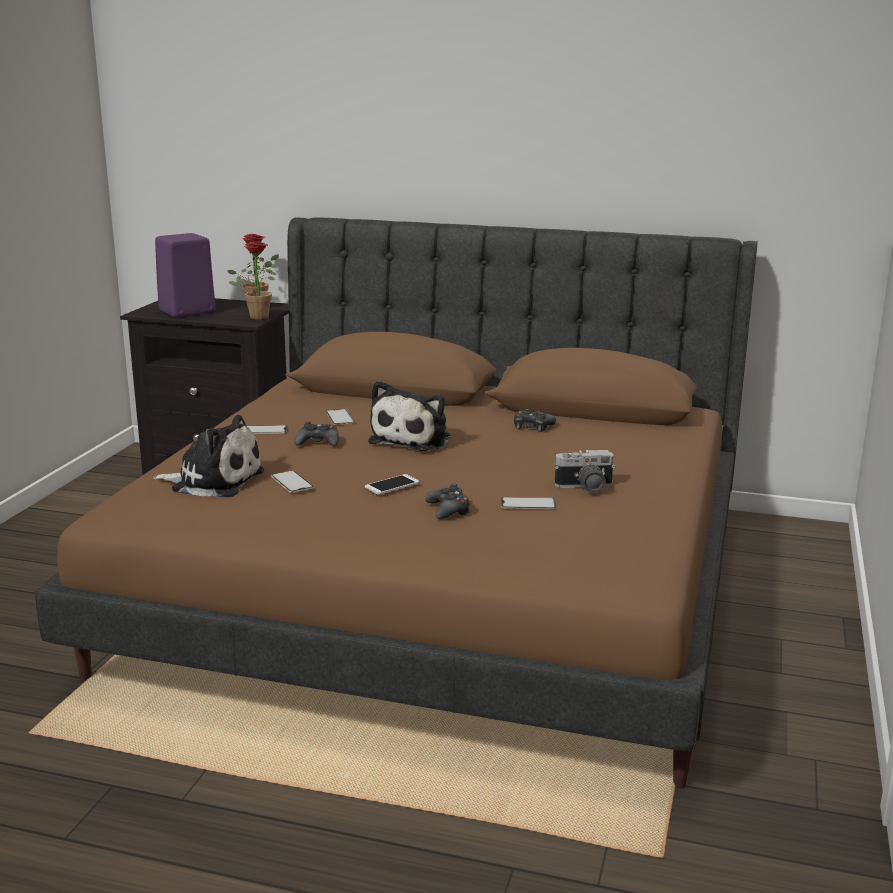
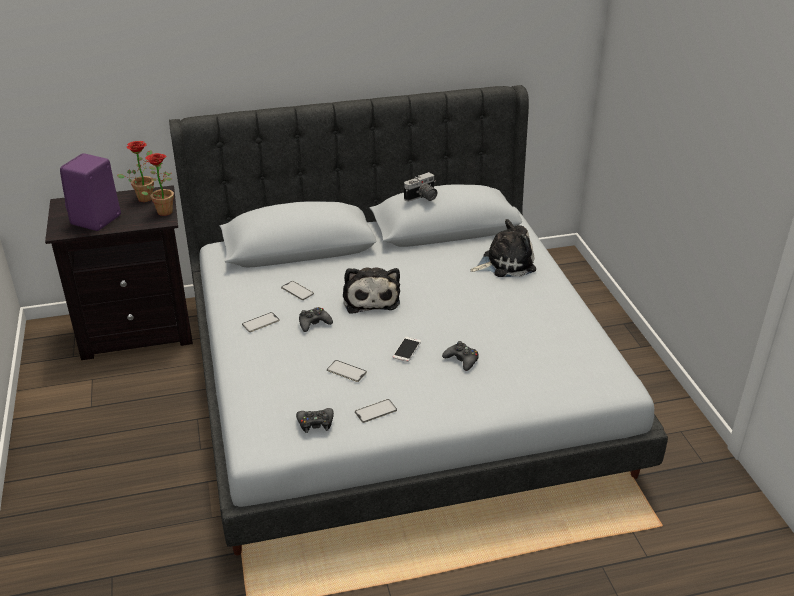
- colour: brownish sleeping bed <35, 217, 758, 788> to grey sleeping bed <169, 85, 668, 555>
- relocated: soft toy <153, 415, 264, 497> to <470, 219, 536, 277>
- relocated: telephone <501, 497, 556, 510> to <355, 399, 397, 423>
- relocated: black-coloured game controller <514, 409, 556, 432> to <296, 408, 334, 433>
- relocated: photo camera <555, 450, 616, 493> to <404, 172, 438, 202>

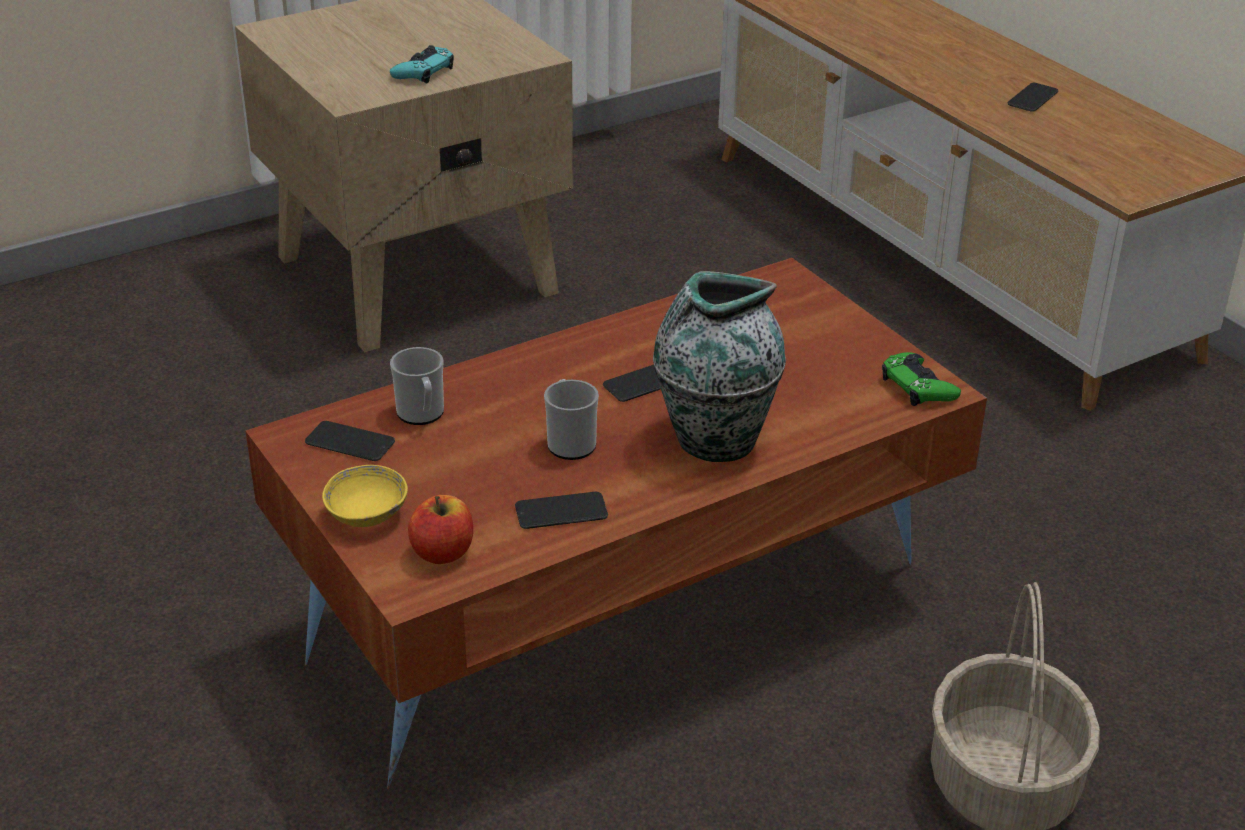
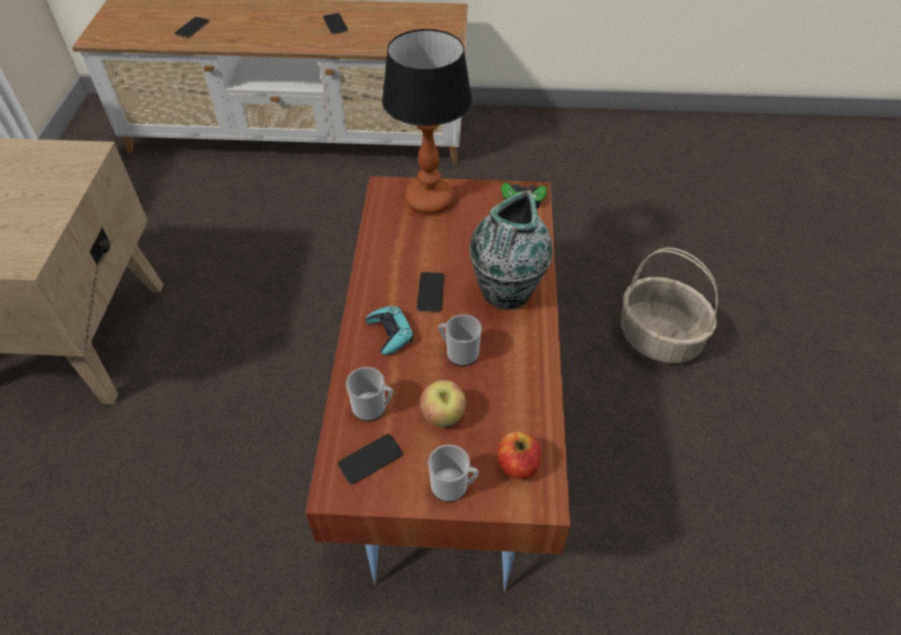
- exchanged: yellow bowl <322, 465, 408, 527> to coffee mug <428, 444, 479, 502>
- relocated: blue-green game controller <390, 45, 454, 83> to <366, 306, 413, 355>
- relocated: telephone <515, 492, 608, 529> to <175, 17, 209, 38>
- appeared: tabletop lamp <382, 29, 472, 214>
- appeared: apple <420, 380, 466, 427>

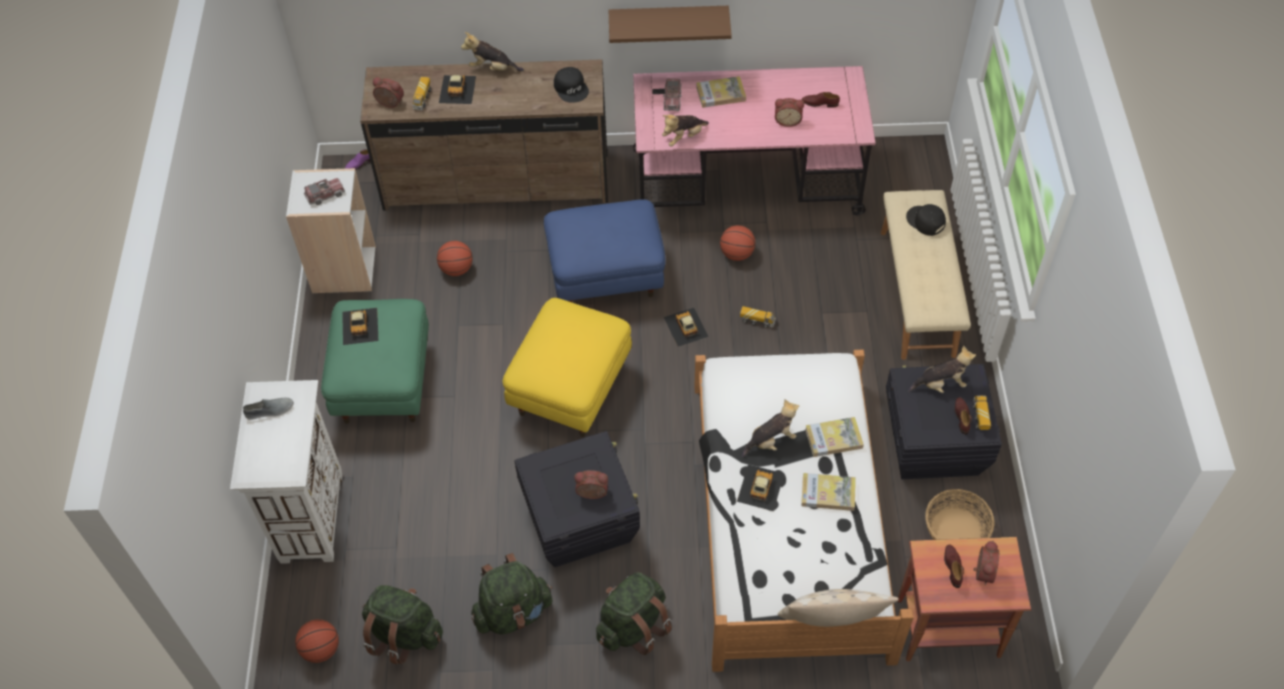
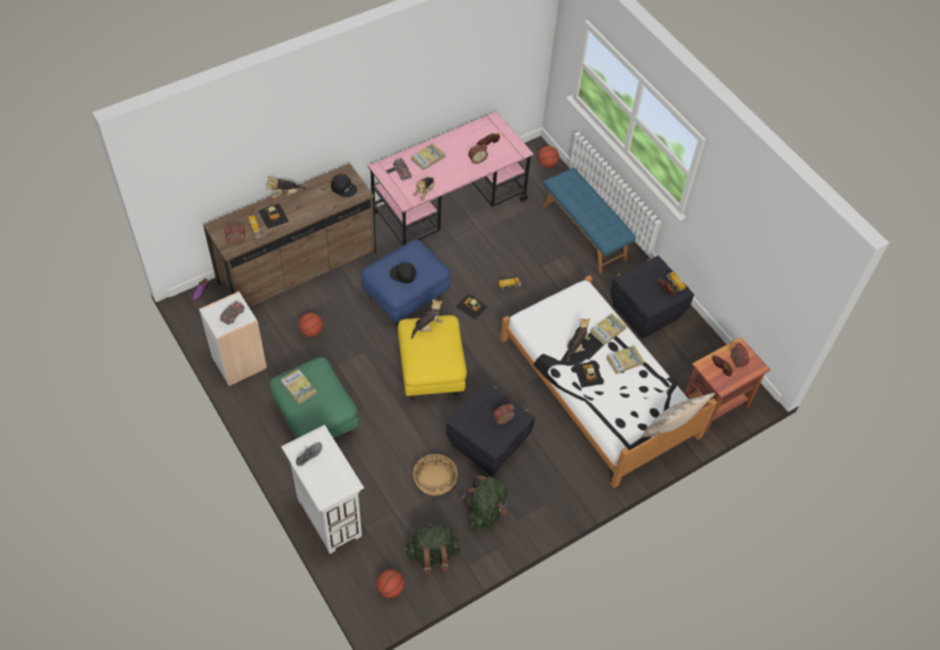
- exchanged: toy car <342, 308, 378, 345> to book <280, 368, 317, 404>
- missing: greenish knapsack <596, 572, 672, 655>
- missing: brownish bracket shelf <609, 6, 732, 43>
- relocated: basketball ball <720, 225, 756, 261> to <538, 146, 559, 168>
- colour: beige long seat <881, 190, 971, 360> to bluish long seat <543, 168, 636, 274>
- relocated: black-coloured peaked cap <906, 204, 946, 236> to <389, 263, 416, 283>
- relocated: soft toy <908, 345, 976, 393> to <411, 299, 443, 339>
- relocated: household basket <925, 489, 994, 540> to <413, 454, 458, 496>

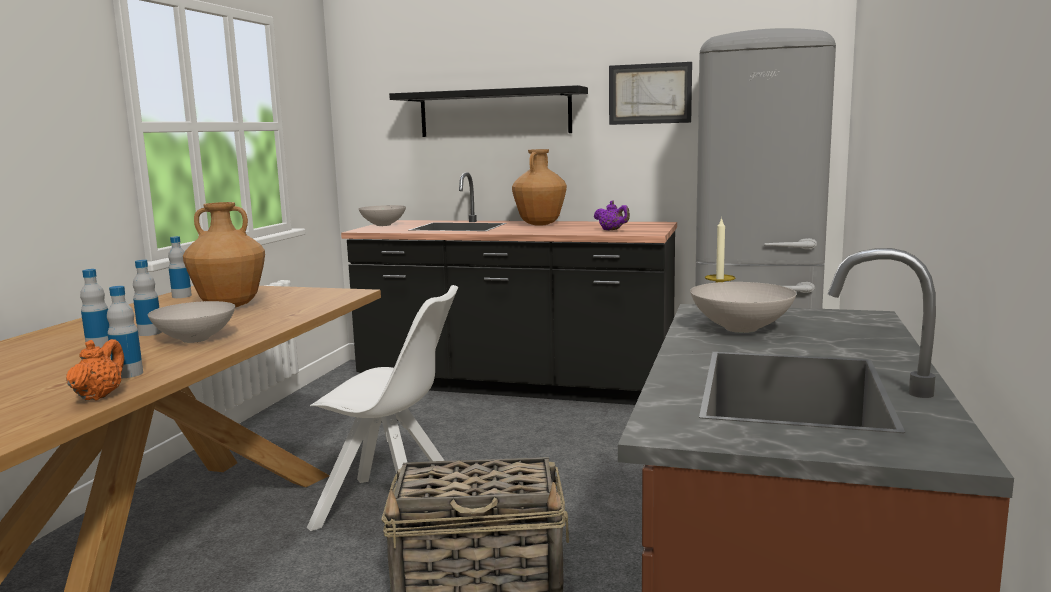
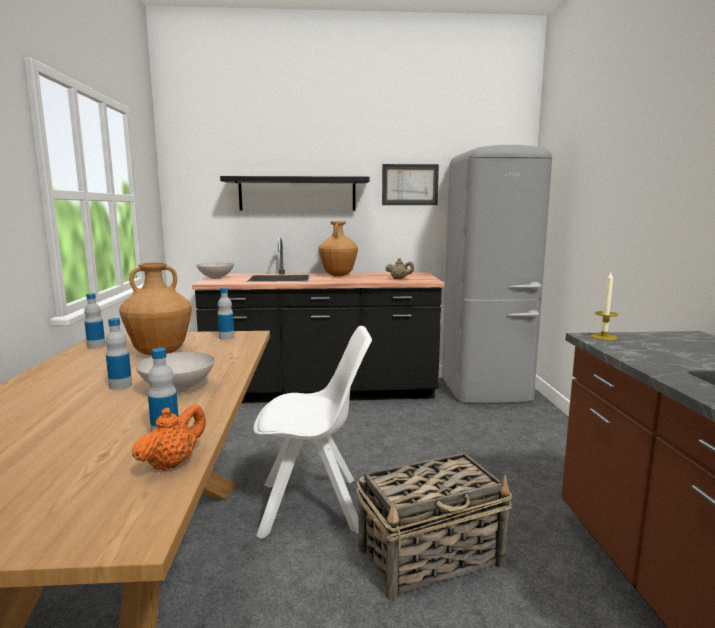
- spun: orangey tea pot <66, 339, 124, 401> = <132, 404, 206, 471> 45 degrees clockwise
- relocated: beverage bottle <80, 269, 109, 348> to <217, 288, 234, 340>
- colour: purple-coloured tea pot <594, 200, 630, 230> to beige tea pot <385, 258, 414, 279>
- missing: whitish bowl <690, 282, 796, 333>

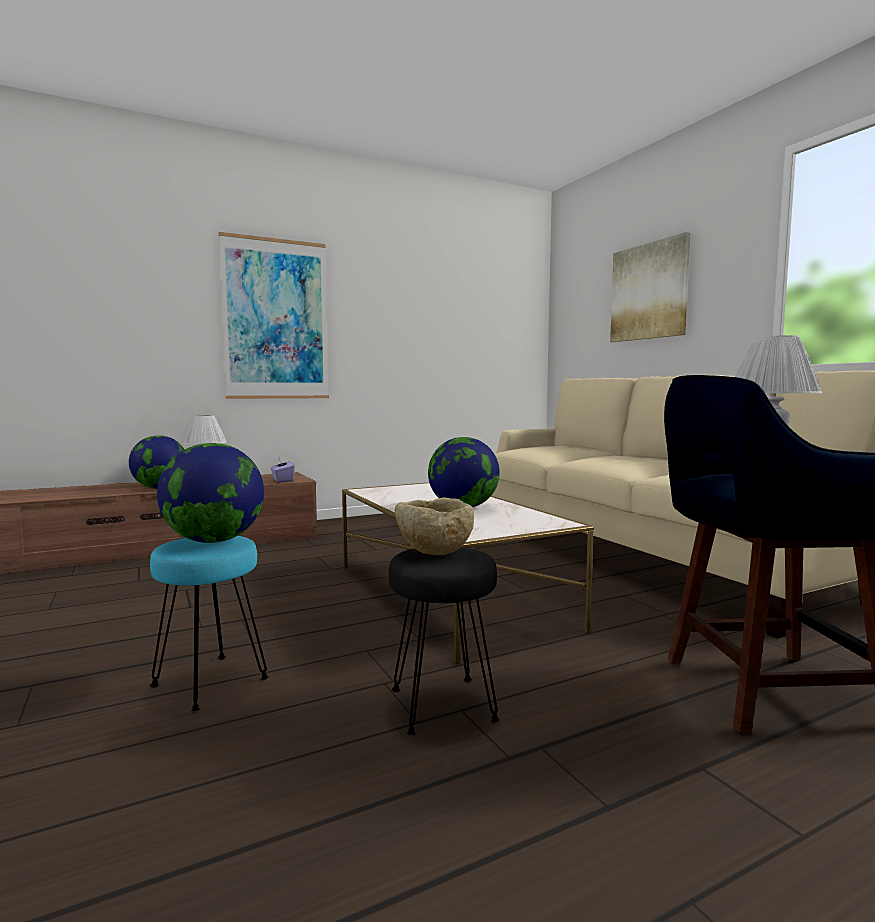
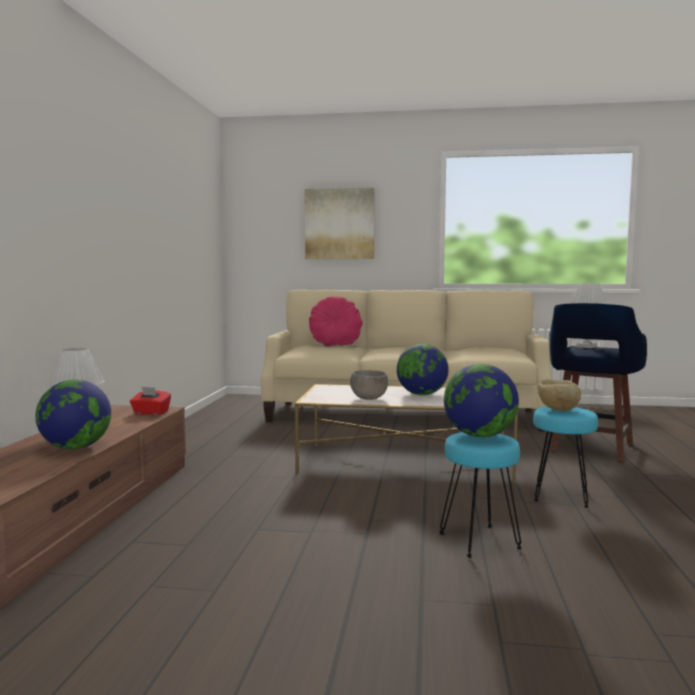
- missing: picture <218, 232, 329, 399>
- colour: purple-coloured tissue holder <271, 458, 295, 482> to red tissue holder <130, 386, 171, 415>
- colour: black-coloured stool seat <388, 547, 499, 735> to blue-green stool seat <533, 406, 598, 508>
- appeared: pink-coloured throw pillow <309, 296, 363, 346>
- appeared: grey bowl <350, 370, 388, 400>

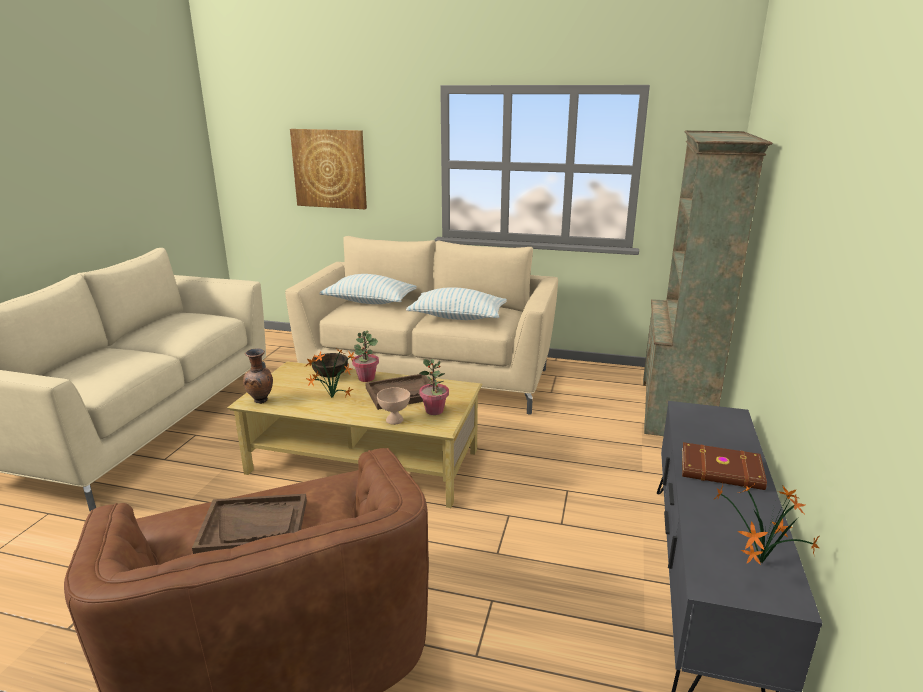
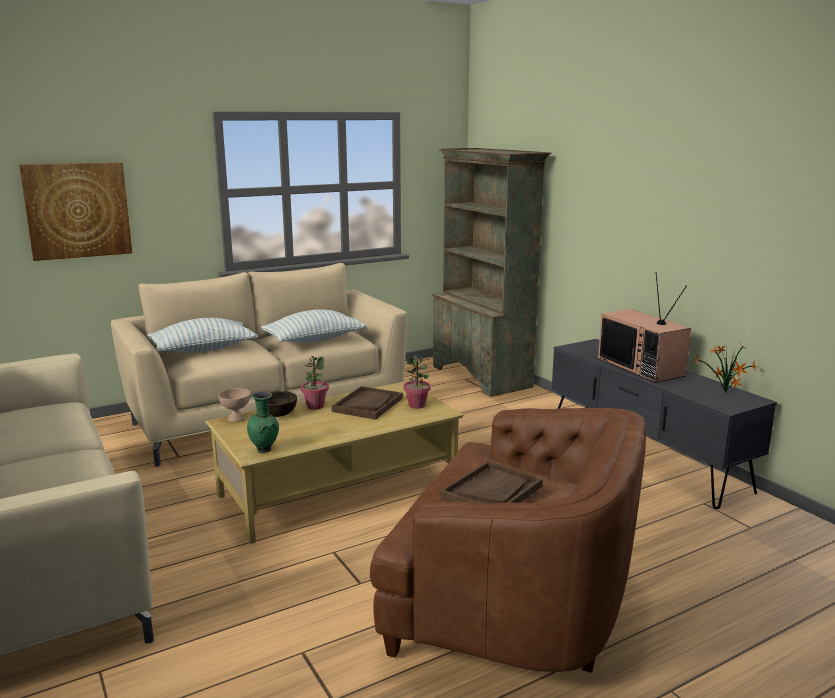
- colour: brownish decorative vase <243, 348, 273, 404> to greenish decorative vase <247, 391, 279, 453>
- missing: houseplant <306, 348, 356, 398>
- relocated: beige bowl <377, 387, 410, 425> to <218, 388, 251, 422>
- exchanged: brownish book <682, 442, 767, 490> to television <598, 272, 691, 383>

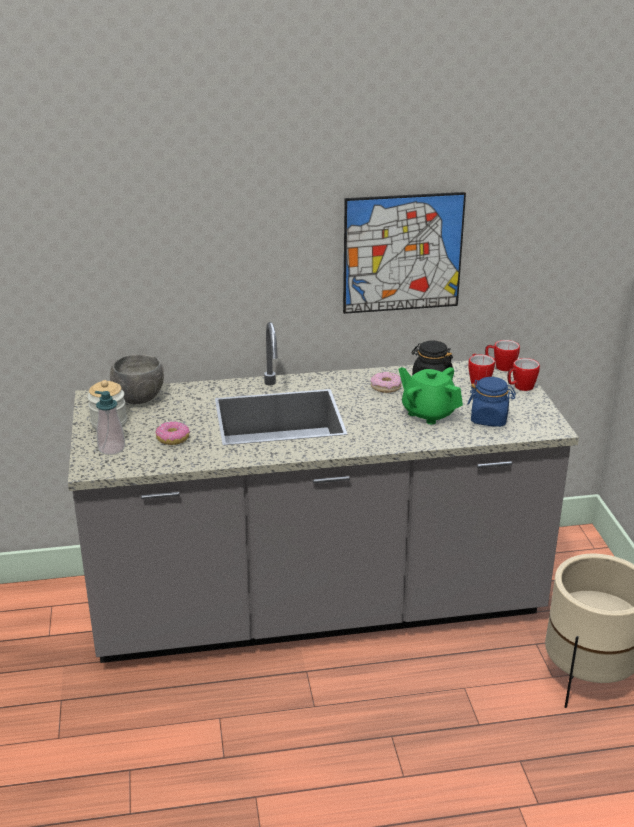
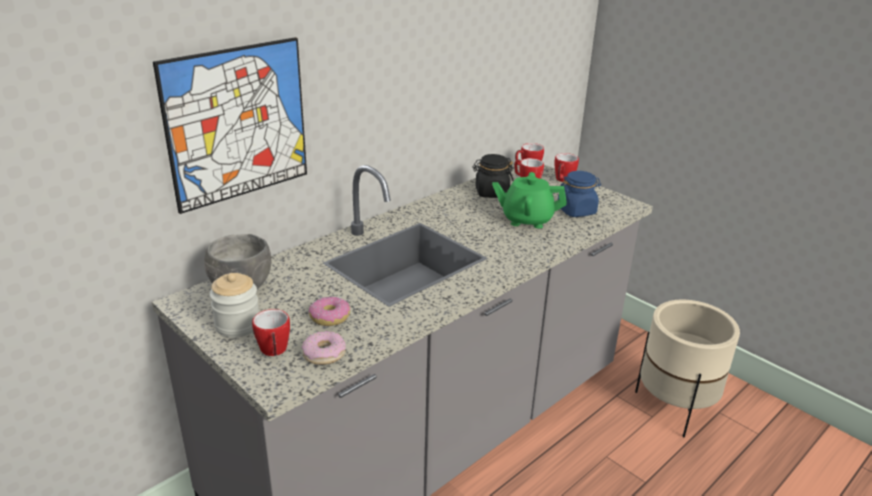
- exchanged: soap dispenser <95, 391, 125, 455> to coffee mug <252, 309, 290, 356>
- relocated: picture <343, 192, 466, 314> to <153, 37, 307, 214>
- relocated: ring doughnut <371, 372, 401, 393> to <301, 331, 346, 365>

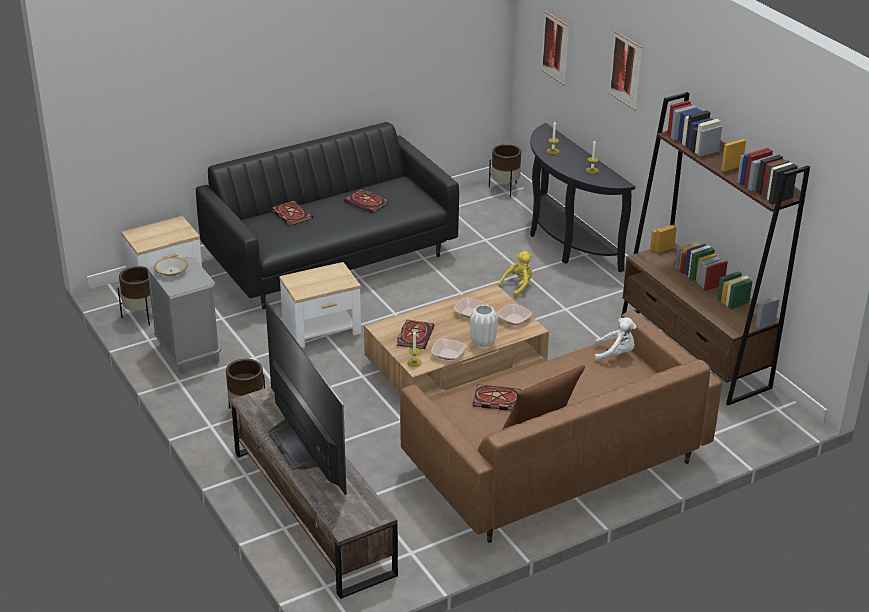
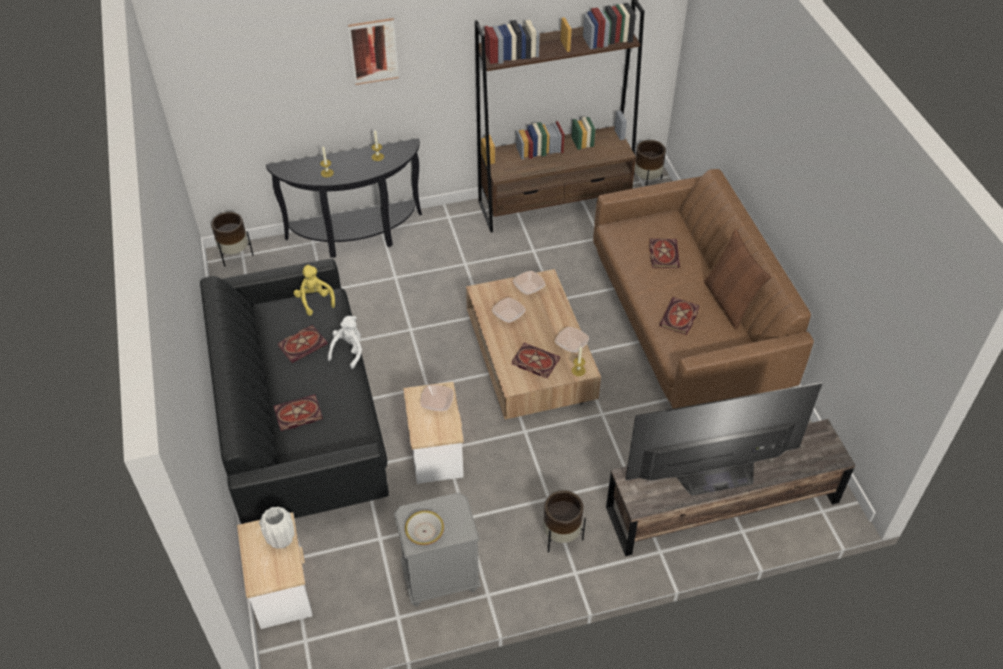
- relocated: brownish planter <118, 266, 152, 326> to <634, 140, 666, 186>
- relocated: whitish decorative vase <470, 305, 498, 347> to <259, 507, 295, 549>
- relocated: yellow soft toy <498, 251, 533, 297> to <293, 264, 335, 316>
- missing: picture <541, 11, 569, 86>
- relocated: whitish soft toy <594, 317, 637, 361> to <328, 316, 362, 369>
- appeared: bowl <420, 385, 454, 411>
- appeared: book <649, 239, 680, 268>

